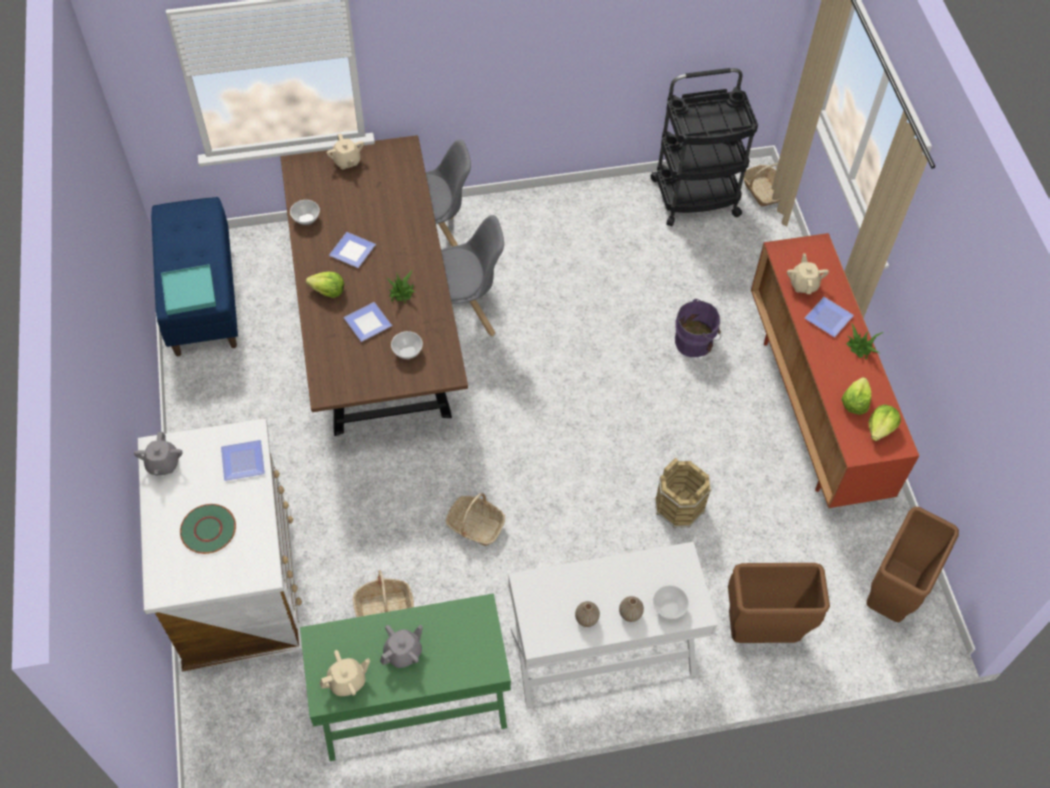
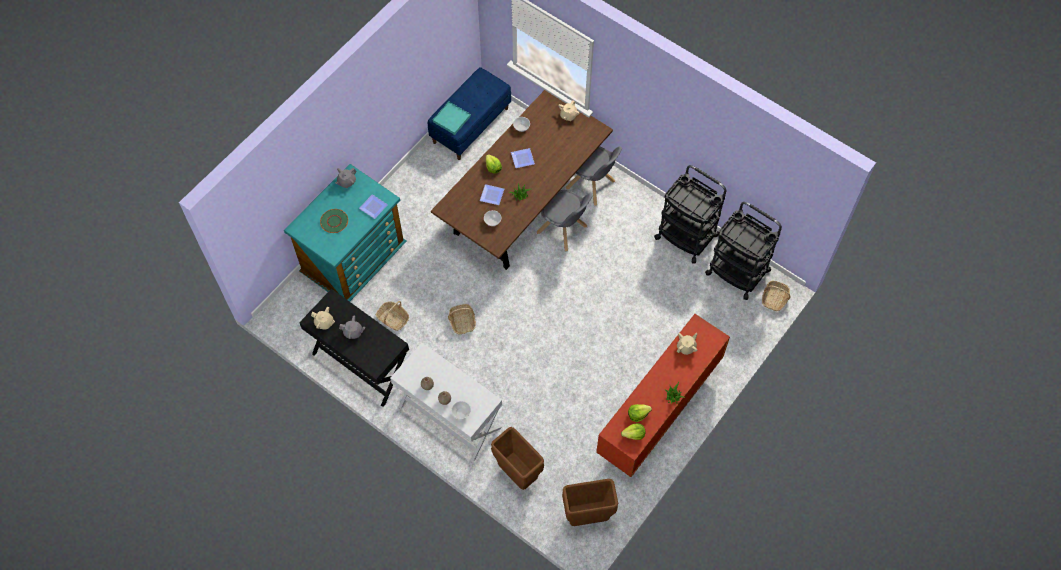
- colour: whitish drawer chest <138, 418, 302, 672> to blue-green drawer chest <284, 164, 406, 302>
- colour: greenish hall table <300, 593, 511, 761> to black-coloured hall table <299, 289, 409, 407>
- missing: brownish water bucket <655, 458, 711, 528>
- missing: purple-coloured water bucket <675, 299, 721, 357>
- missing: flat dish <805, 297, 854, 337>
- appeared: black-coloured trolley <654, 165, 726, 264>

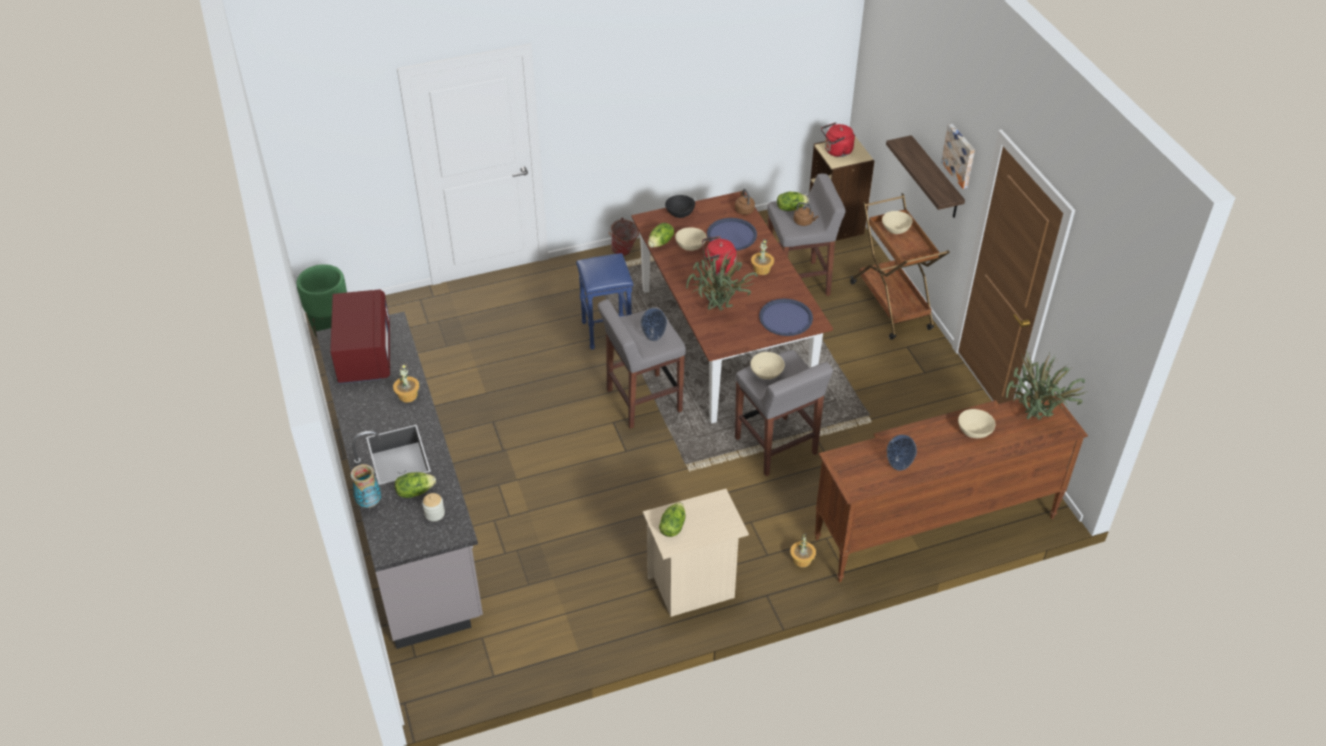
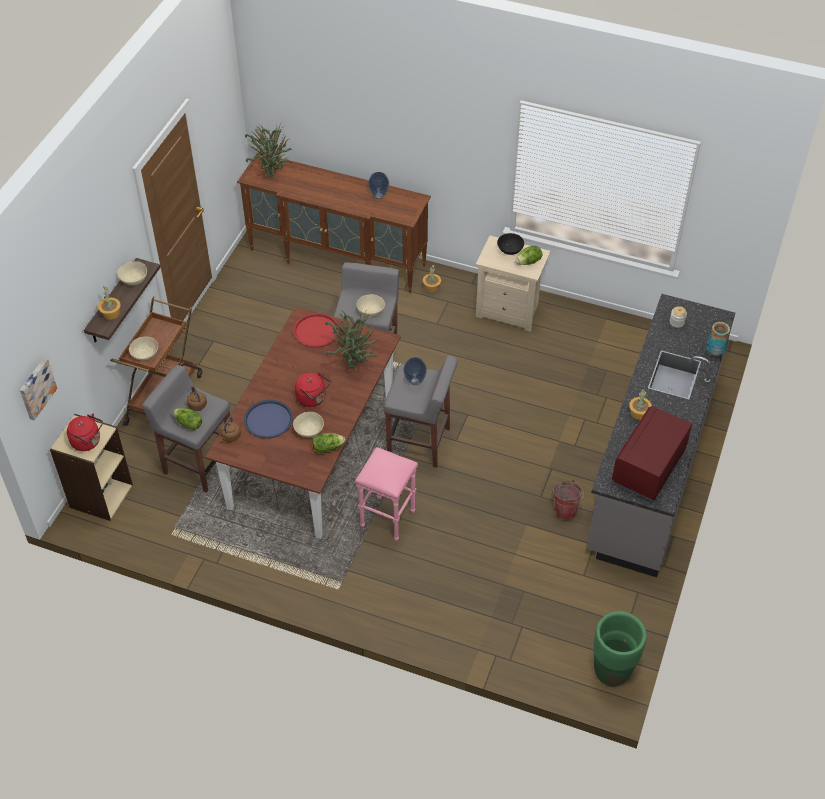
- missing: lettuce <394, 472, 436, 498>
- colour: bluish stool seat <576, 253, 633, 350> to pink-coloured stool seat <355, 447, 418, 541>
- relocated: water bucket <609, 218, 639, 256> to <553, 480, 584, 520>
- relocated: black-coloured bowl <665, 195, 695, 218> to <497, 233, 524, 255>
- relocated: houseplant <751, 239, 774, 275> to <98, 286, 121, 320>
- colour: bluish tray <759, 299, 813, 336> to red tray <293, 313, 340, 348>
- relocated: picture <941, 124, 975, 189> to <20, 358, 57, 420>
- relocated: beige bowl <958, 409, 995, 438> to <117, 261, 147, 285>

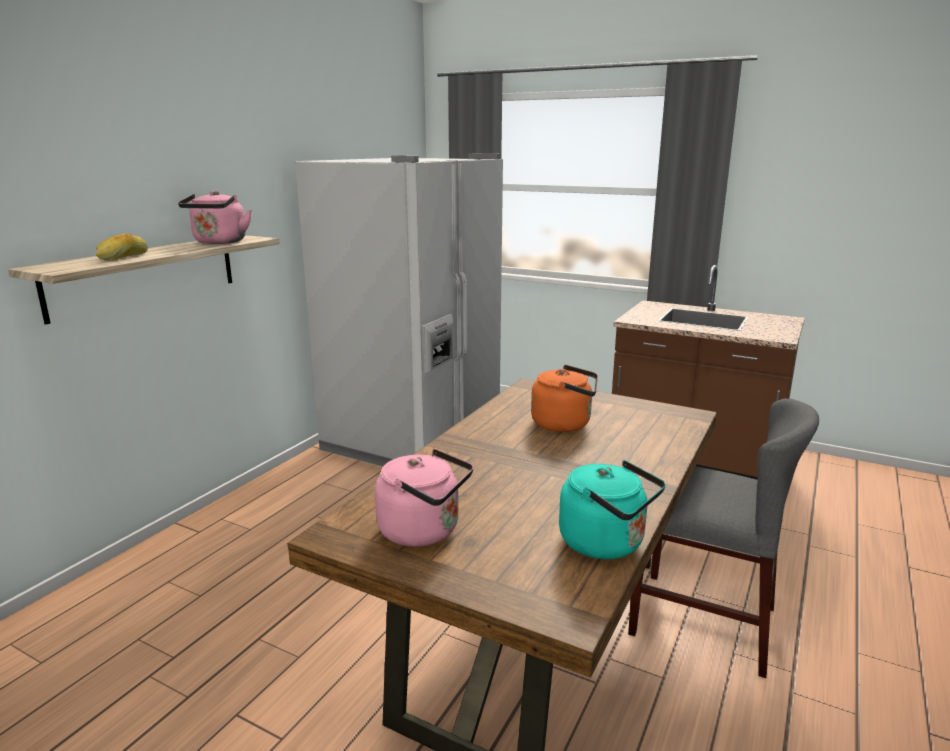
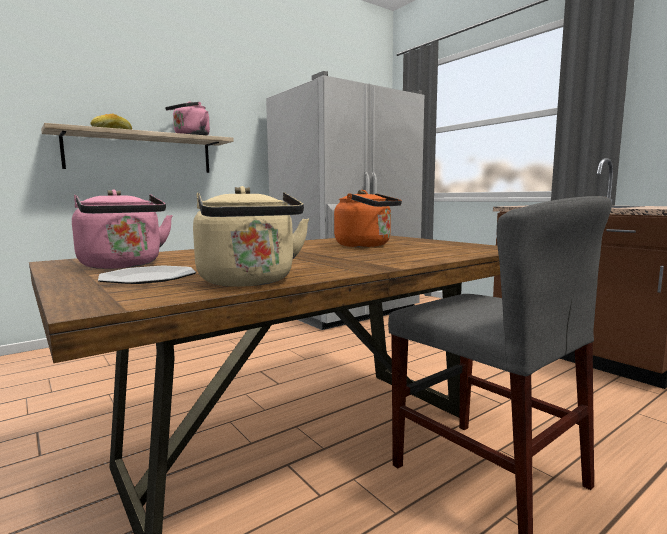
- colour: blue-green kettle <559, 460, 666, 559> to beige kettle <193, 186, 309, 287>
- appeared: flat dish <98, 266, 196, 284>

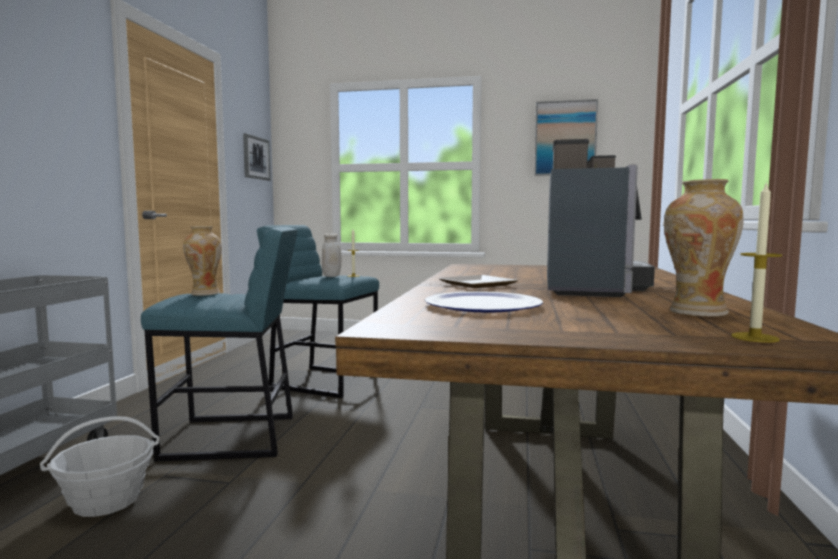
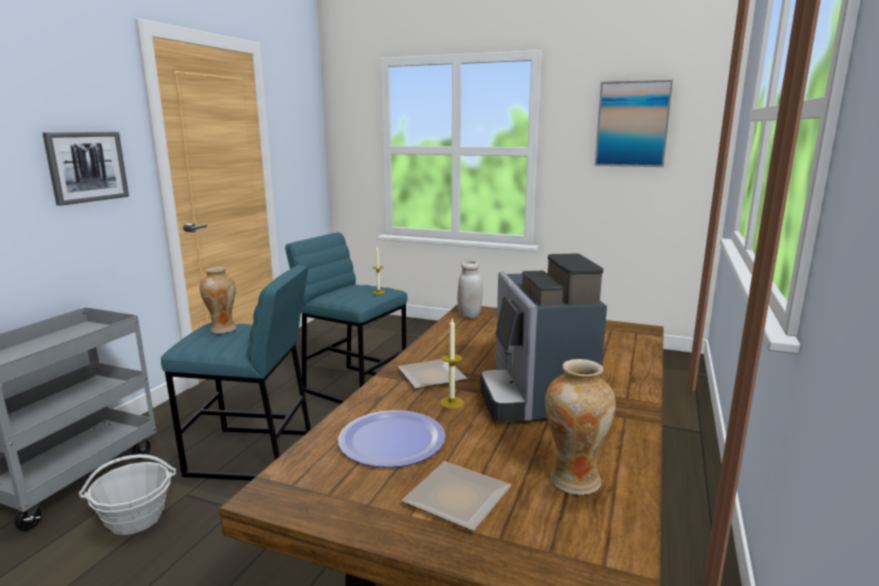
- relocated: picture <243, 133, 271, 181> to <43, 132, 129, 206>
- relocated: whitish jar <322, 233, 341, 277> to <457, 260, 483, 318>
- spun: coffee brewer <547, 139, 655, 297> = <480, 253, 607, 422> 150 degrees clockwise
- relocated: candle <731, 181, 782, 343> to <440, 319, 464, 409>
- appeared: flat dish <402, 461, 512, 531>

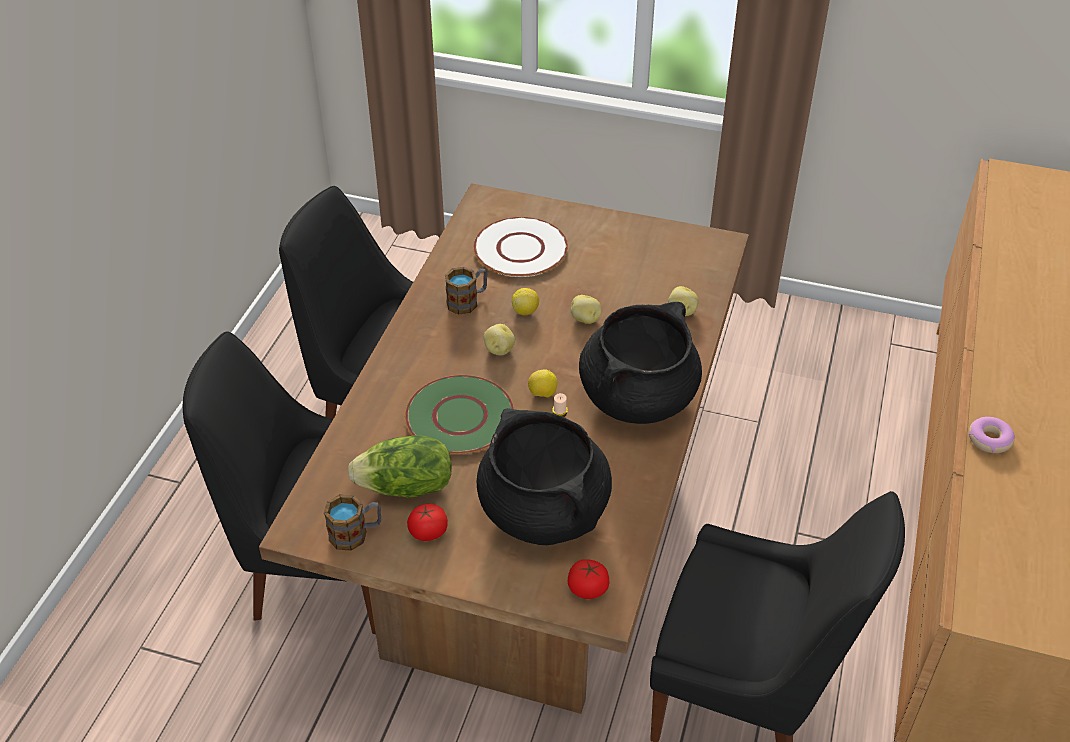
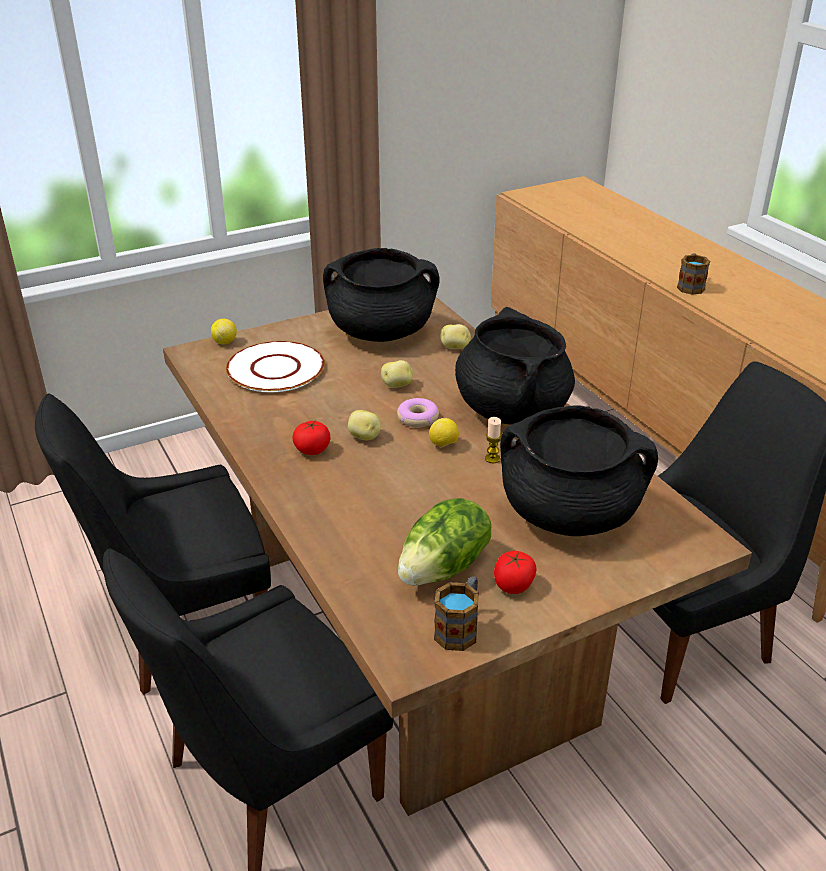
- missing: greenish flat dish <405, 375, 514, 454>
- relocated: coffee mug <445, 267, 487, 315> to <677, 253, 710, 295>
- relocated: citrus fruit <512, 288, 539, 315> to <211, 319, 237, 345>
- relocated: fresh tomato <568, 559, 609, 599> to <293, 420, 330, 455>
- relocated: ring doughnut <969, 417, 1015, 453> to <397, 398, 439, 427>
- appeared: black-coloured cooking pot <323, 248, 439, 342>

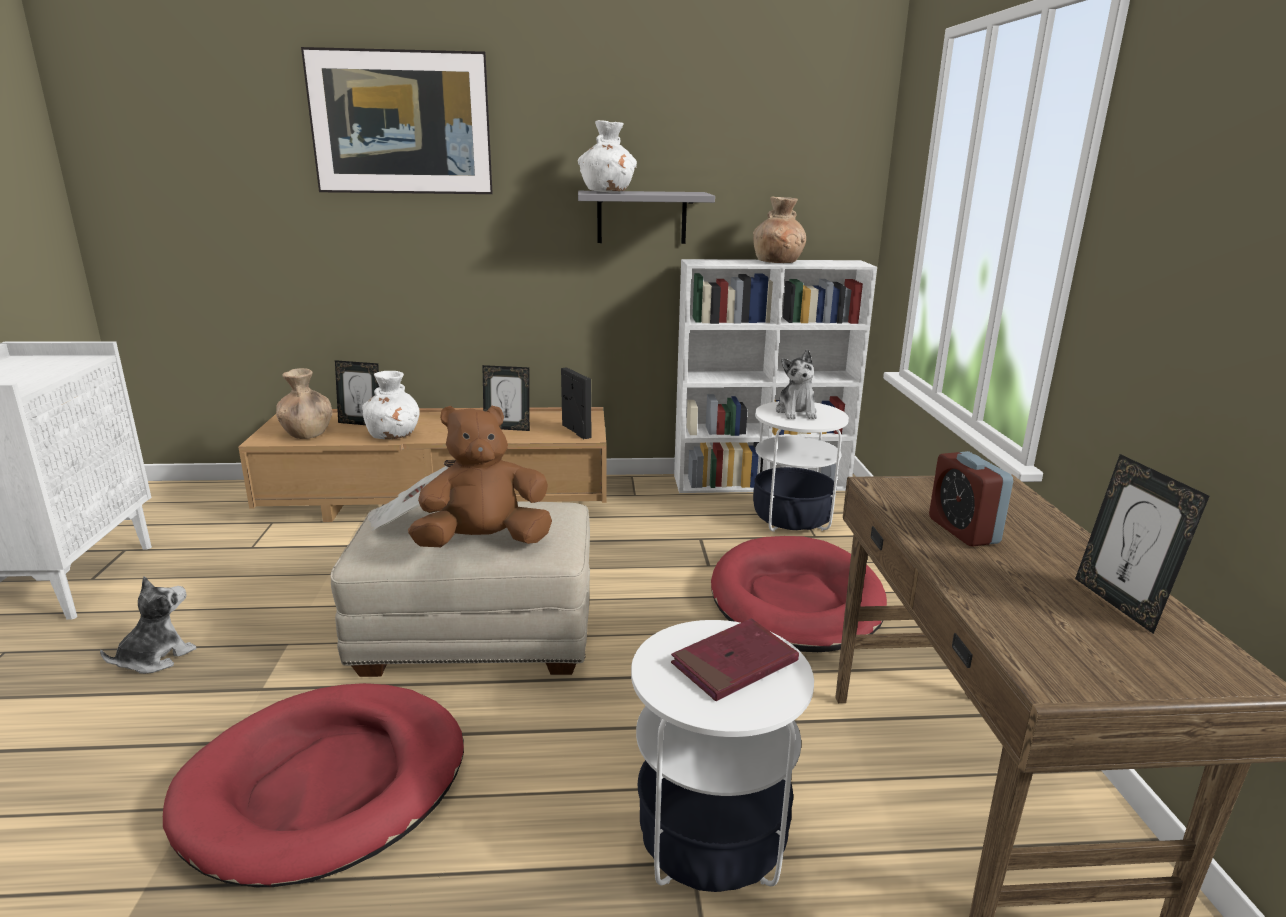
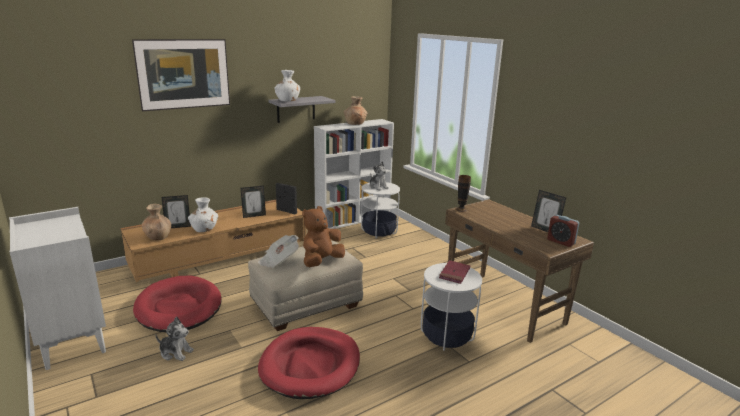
- spun: soft toy <100, 576, 196, 674> = <155, 316, 194, 361> 105 degrees clockwise
- relocated: red dog cushion <711, 536, 887, 652> to <133, 276, 221, 332>
- relocated: bedside clock <929, 451, 1013, 546> to <547, 215, 579, 247>
- appeared: decorative vase <455, 175, 471, 213>

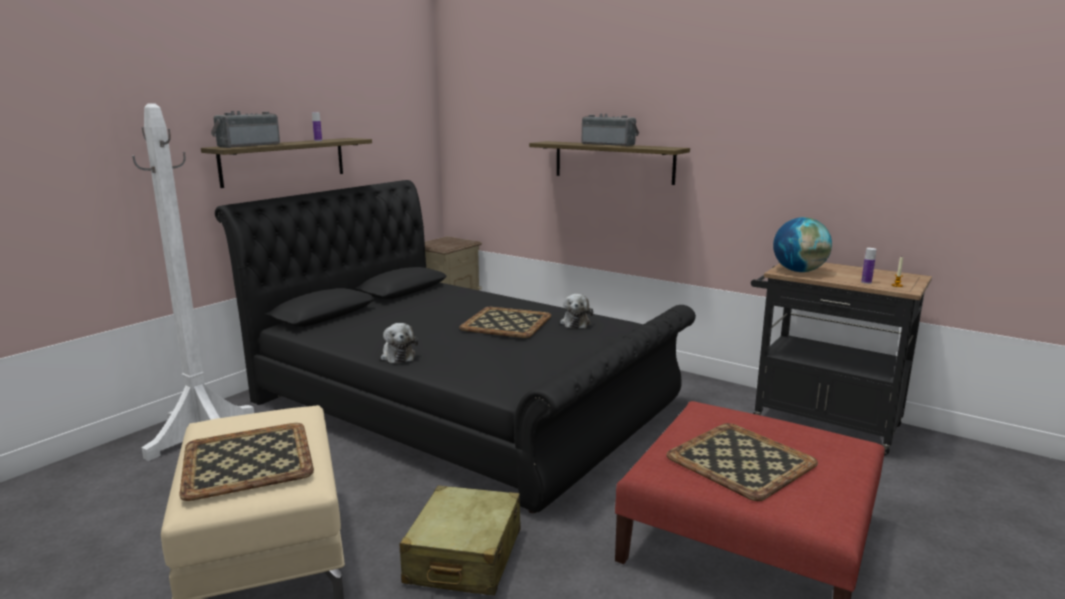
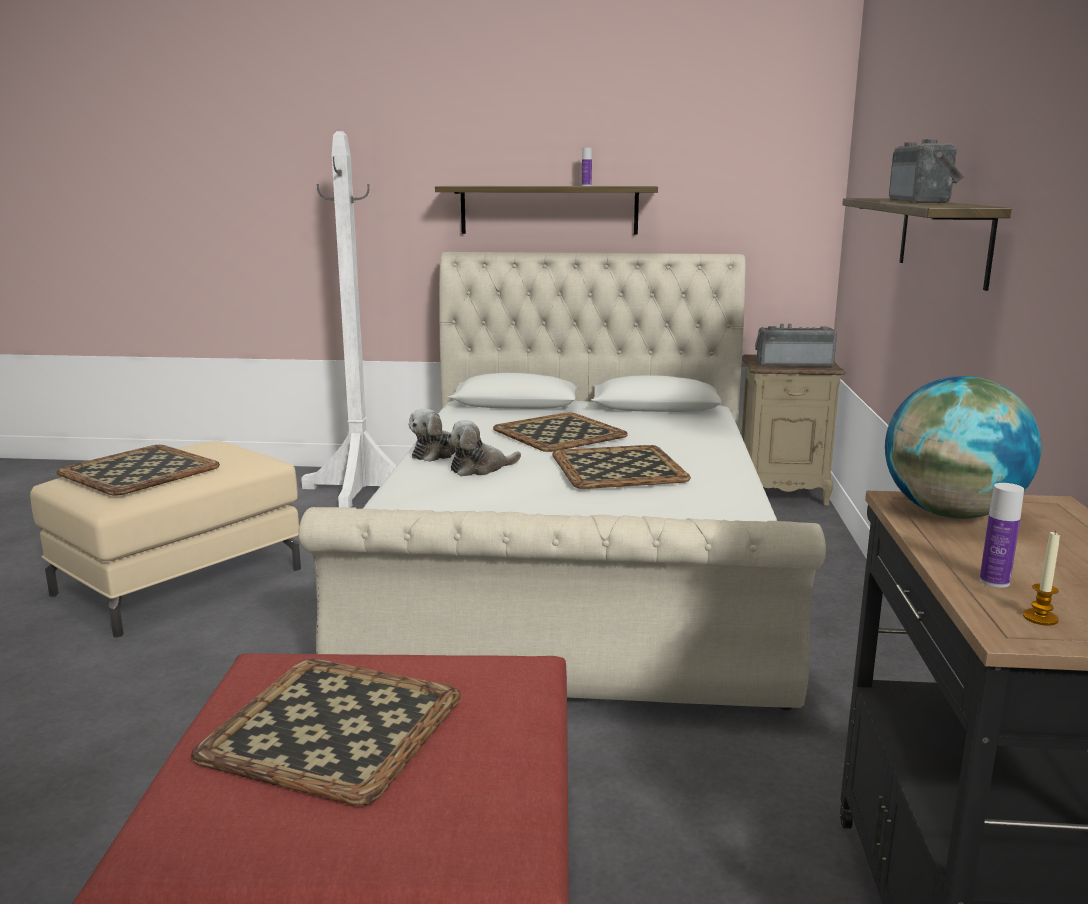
- relocated: radio set <211, 111, 280, 148> to <755, 324, 837, 367>
- colour: black-coloured sleeping bed <215, 180, 696, 513> to beige sleeping bed <298, 252, 826, 710>
- missing: beige piece of luggage <399, 485, 521, 595>
- relocated: soft toy <560, 294, 593, 329> to <447, 420, 521, 476>
- appeared: tray <493, 413, 628, 452>

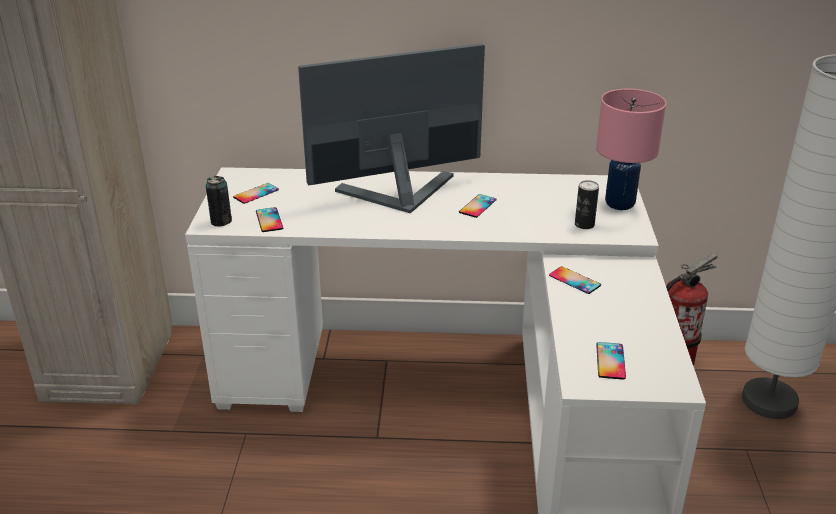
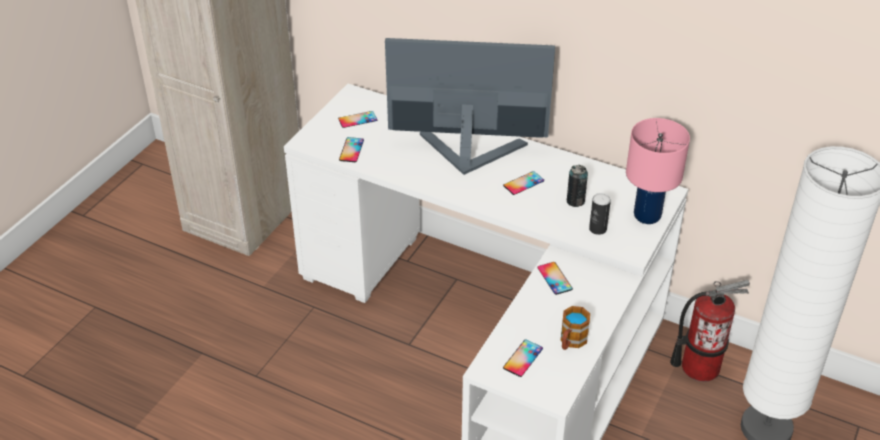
- relocated: sealed can <206, 176, 232, 226> to <567, 165, 588, 207>
- appeared: coffee mug <561, 306, 590, 350>

